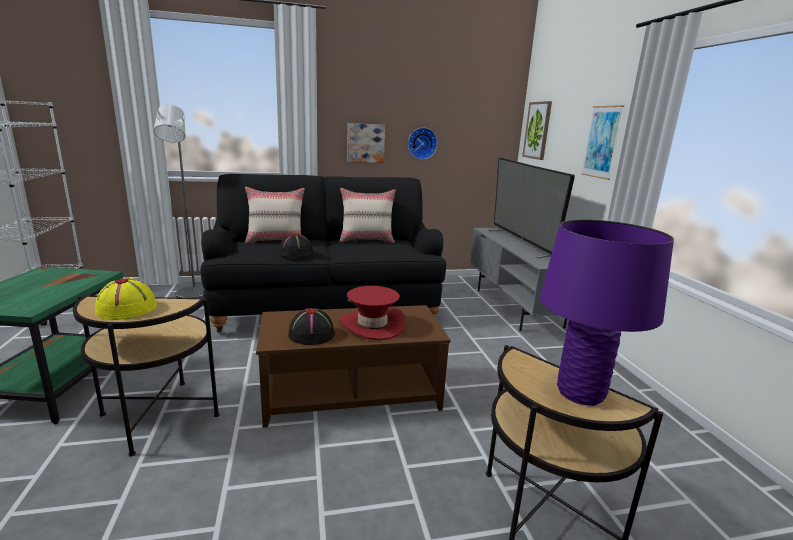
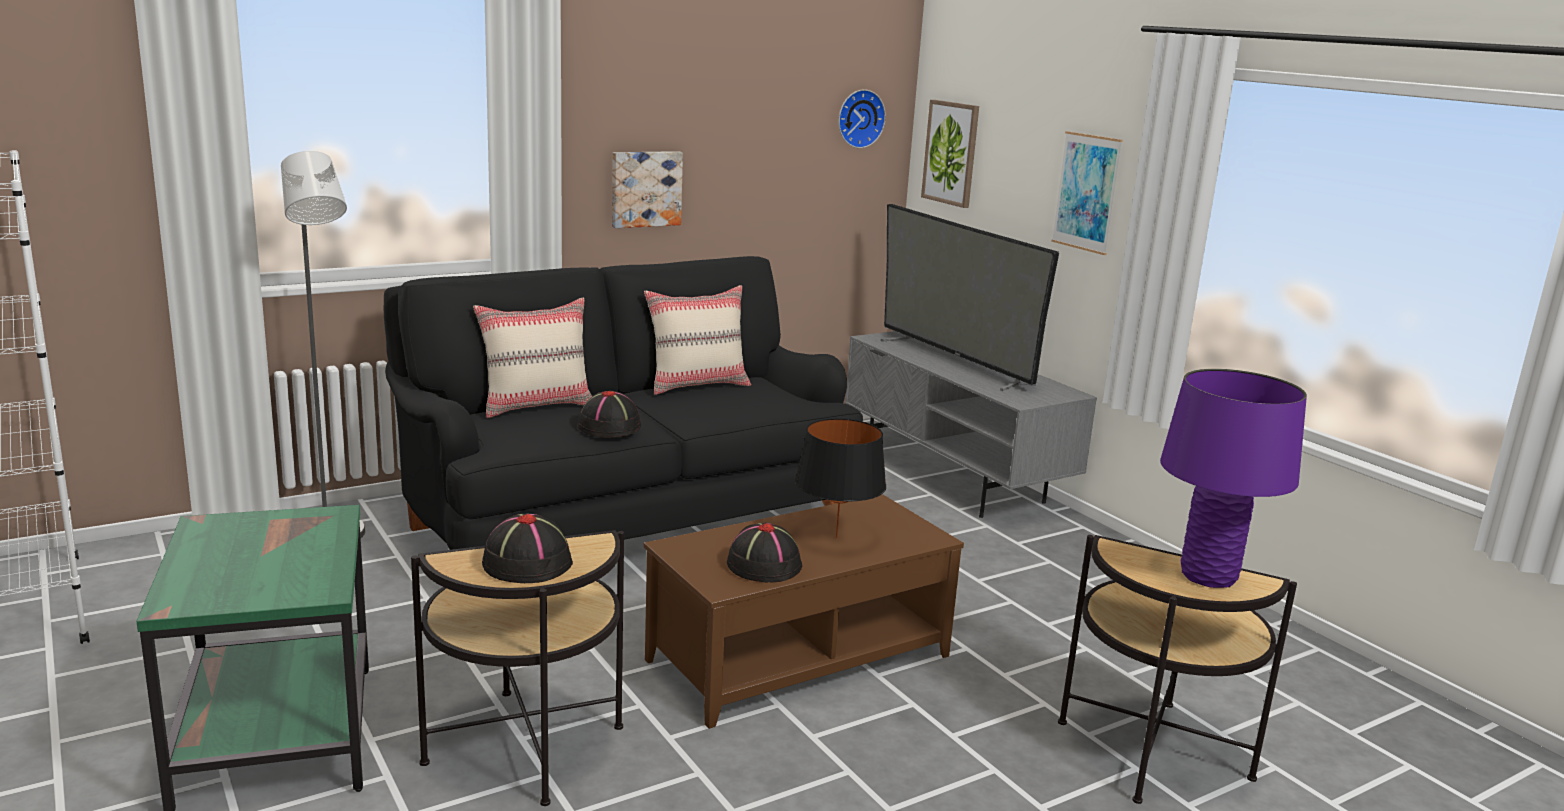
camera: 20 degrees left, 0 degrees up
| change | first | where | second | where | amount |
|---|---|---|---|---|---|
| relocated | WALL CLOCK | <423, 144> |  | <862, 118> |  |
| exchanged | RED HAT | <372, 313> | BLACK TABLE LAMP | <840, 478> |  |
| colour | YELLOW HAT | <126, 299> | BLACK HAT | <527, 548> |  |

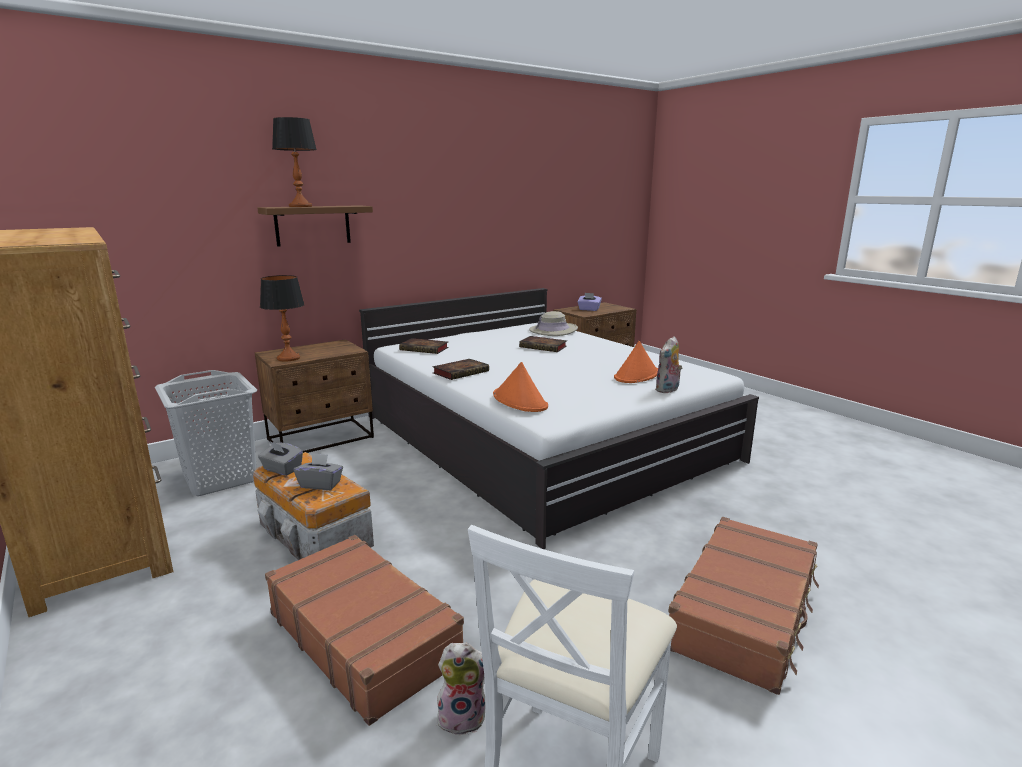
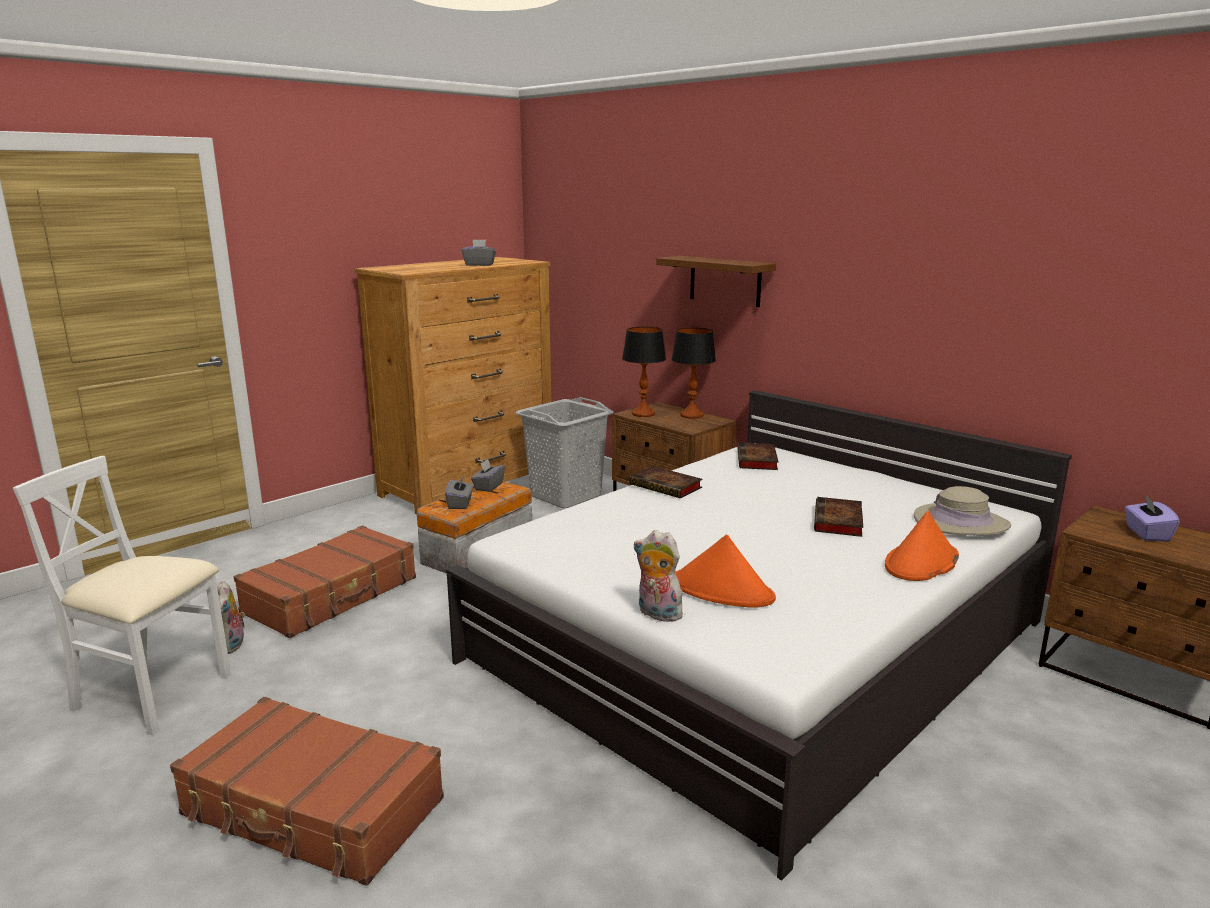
camera: 80 degrees right, 0 degrees up
| change | first | where | second | where | amount |
|---|---|---|---|---|---|
| appeared |  |  | GREY TISSUE BOX | <479, 252> |  |
| relocated | TABLE LAMP | <294, 162> |  | <693, 373> |  |
| relocated | ORANGE HAT | <520, 387> |  | <922, 546> |  |

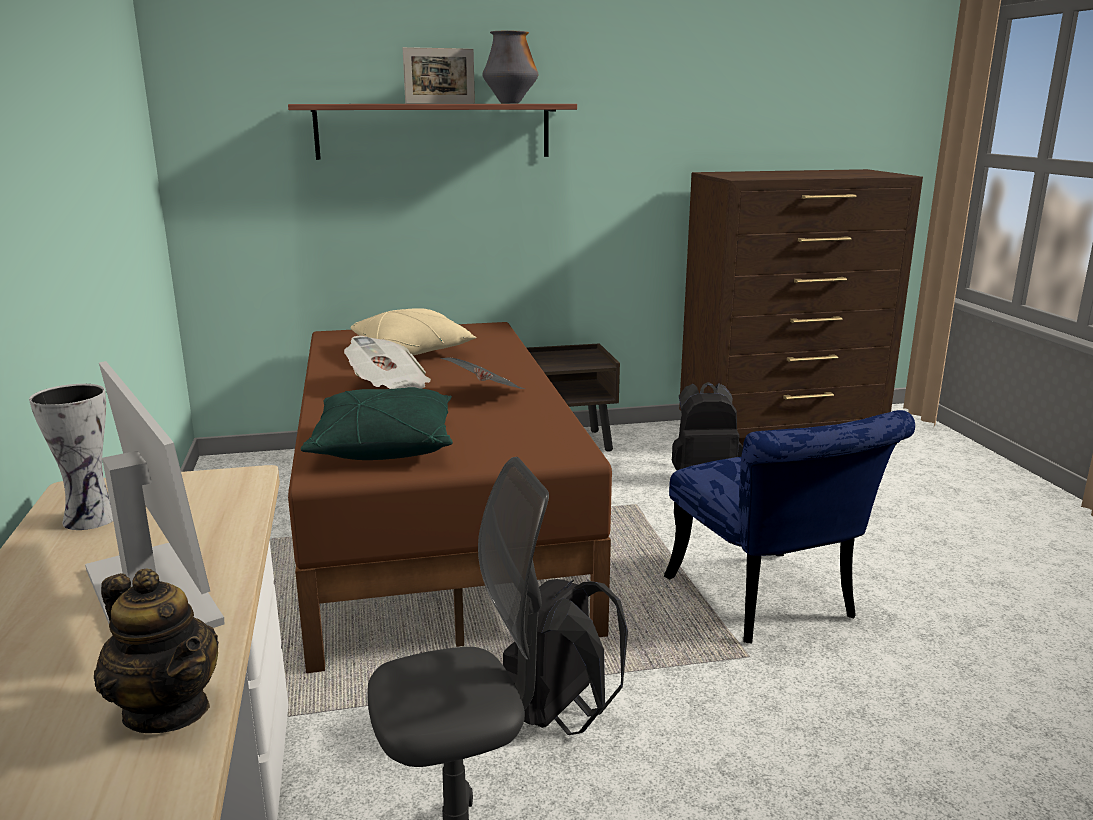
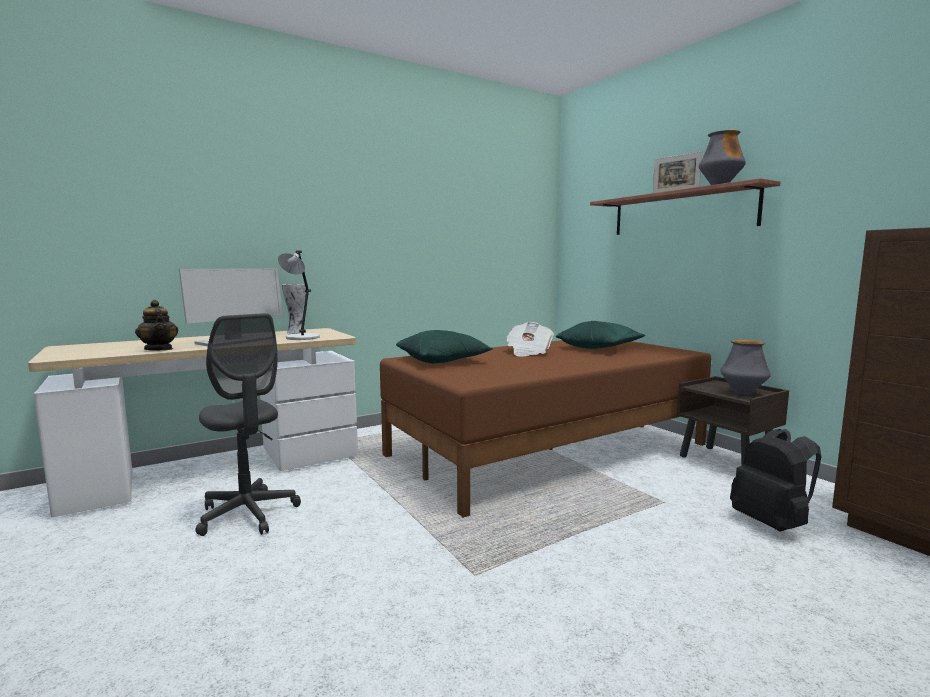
camera: 70 degrees right, 10 degrees down
| change | first | where | second | where | amount |
|---|---|---|---|---|---|
| missing | NEWSPAPER | <483, 373> |  |  |  |
| missing | BLACK BACKPACK | <565, 657> |  |  |  |
| missing | BLUE CHAIR | <789, 527> |  |  |  |
| appeared |  |  | GREY TABLE LAMP | <299, 295> |  |
| appeared |  |  | VASE | <746, 367> |  |
| colour | BEIGE PILLOW | <413, 332> | GREEN PILLOW | <600, 335> |  |
| spun | TEAPOT | <156, 650> |  | <156, 325> | 60 degrees counterclockwise |

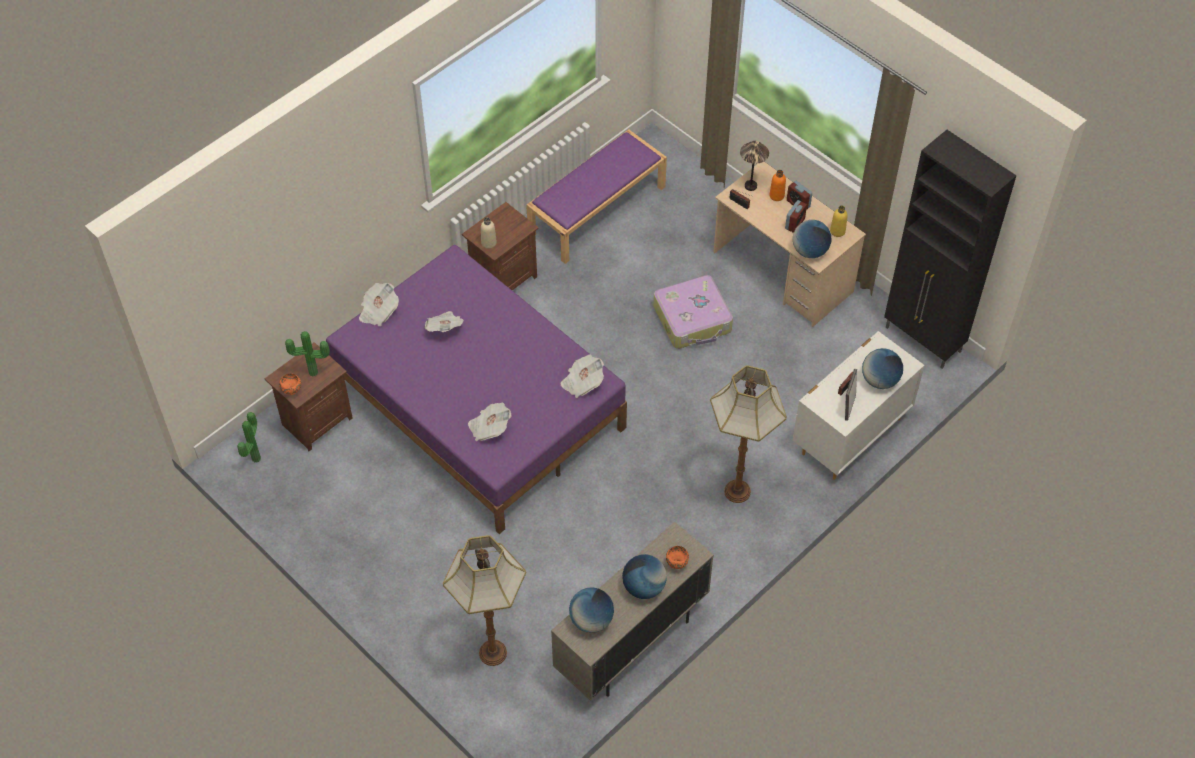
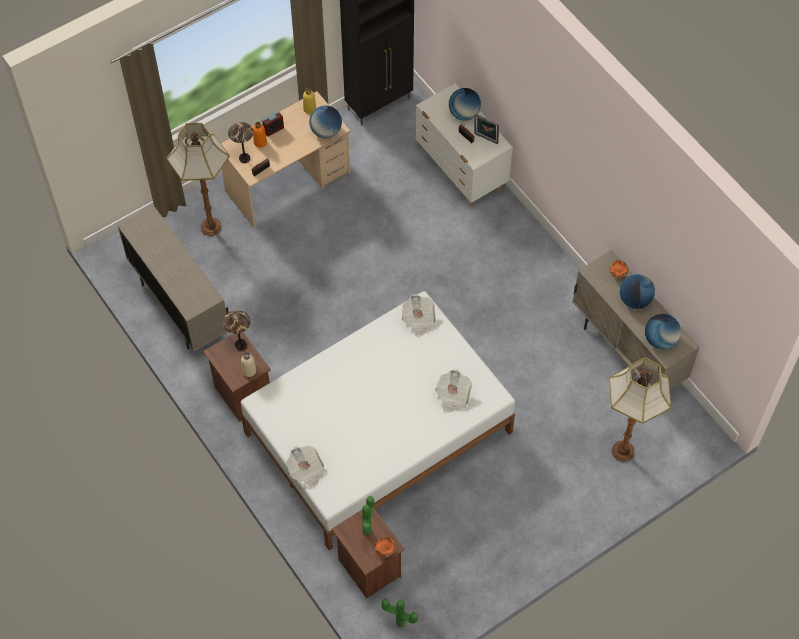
camera: 80 degrees left, 5 degrees up
| change | first | where | second | where | amount |
|---|---|---|---|---|---|
| missing | NEWSPAPER | <444, 321> |  |  |  |
| missing | SUITCASE | <693, 312> |  |  |  |
| missing | ALARM CLOCK | <796, 216> |  |  |  |
| appeared |  |  | TABLE LAMP | <236, 330> |  |
| relocated | FLOOR LAMP | <748, 434> |  | <198, 179> |  |
| exchanged | PURPLE BENCH | <596, 196> | BEIGE CABINET | <173, 278> |  |
| colour | PURPLE BED | <476, 389> | WHITE BED | <378, 421> |  |

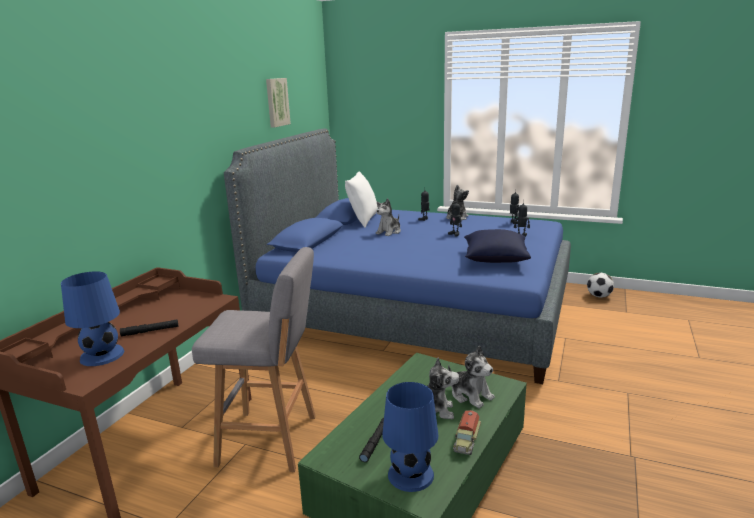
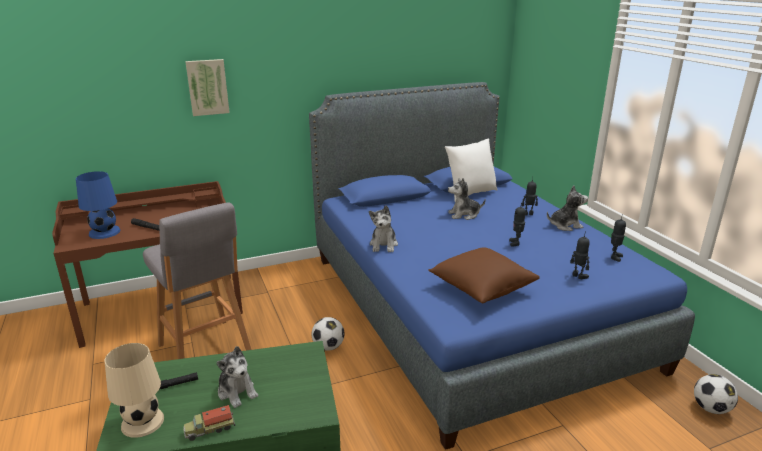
camera: 45 degrees right, 5 degrees up
| change | first | where | second | where | amount |
|---|---|---|---|---|---|
| appeared |  |  | FOOTBALL | <328, 334> |  |
| relocated | PICTURE | <278, 103> |  | <207, 87> |  |
| relocated | PLUSH TOY | <471, 377> |  | <383, 228> |  |
| colour | BLUE TABLE LAMP | <410, 437> | BEIGE TABLE LAMP | <134, 390> |  |
| colour | BLUE PILLOW | <497, 246> | BROWN PILLOW | <484, 275> |  |

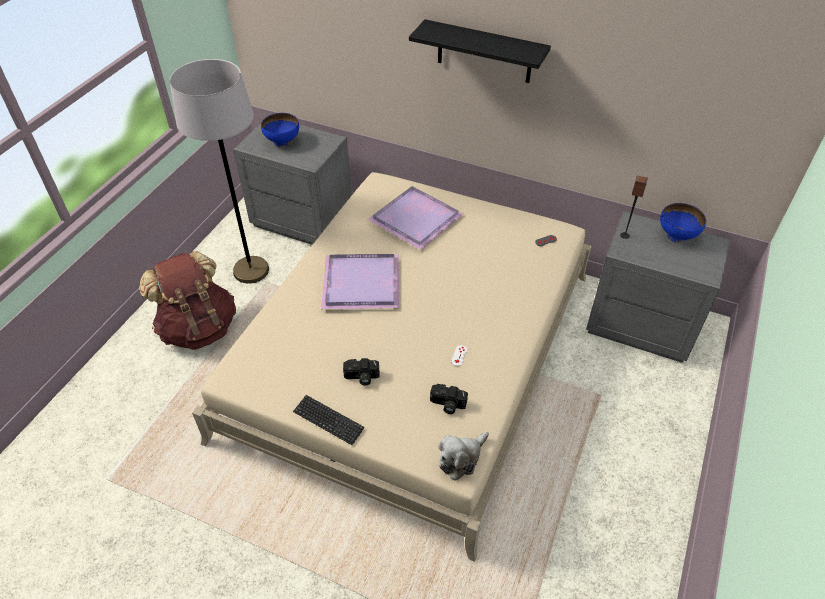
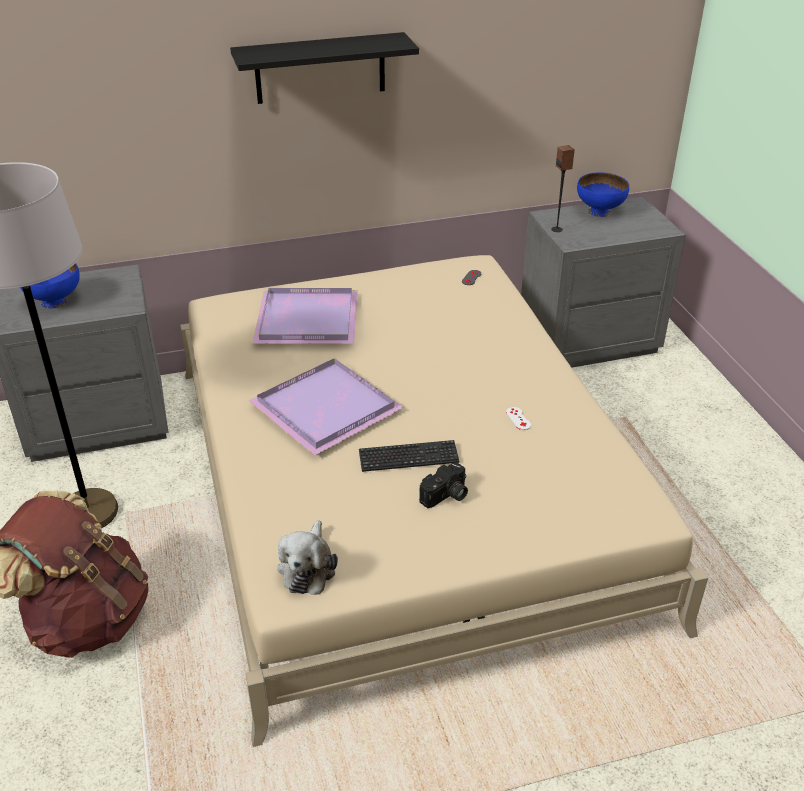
camera: 40 degrees left, 10 degrees down
| change | first | where | second | where | amount |
|---|---|---|---|---|---|
| missing | PHOTO CAMERA | <449, 399> |  |  |  |
| relocated | KEYBOARD | <329, 420> |  | <409, 456> |  |
| relocated | PLUSH TOY | <464, 456> |  | <307, 557> |  |

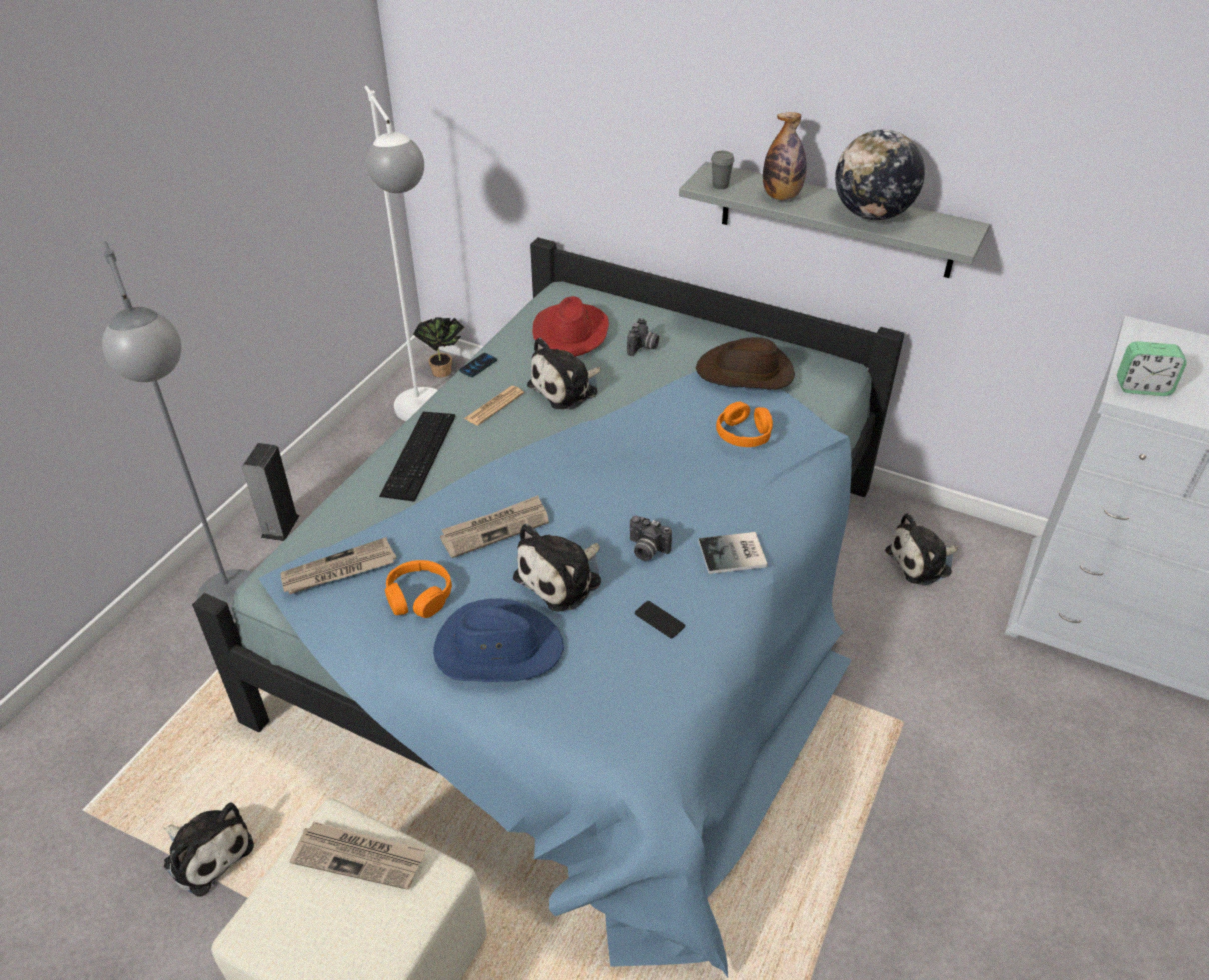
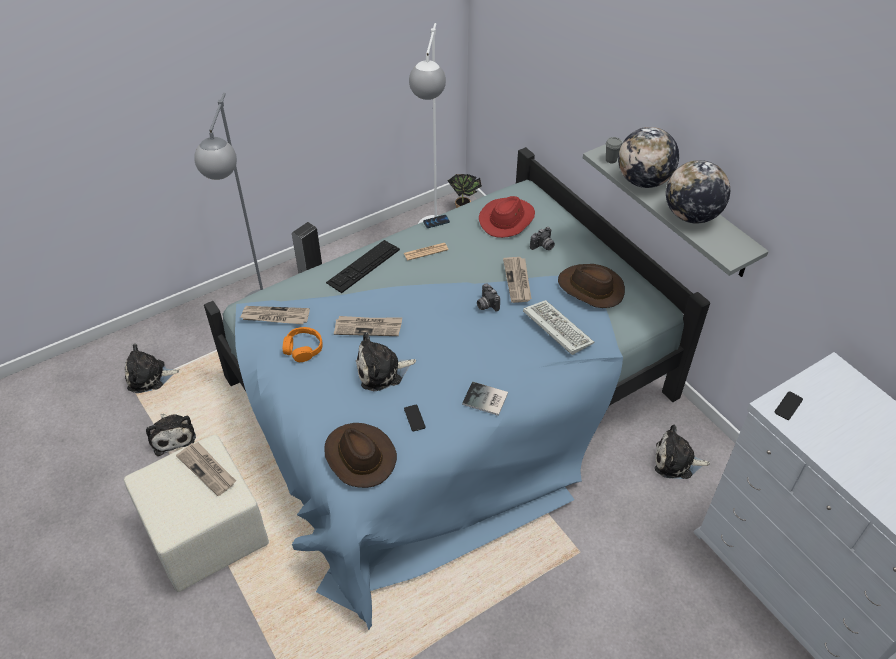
camera: 30 degrees right, 5 degrees up
| change | first | where | second | where | amount |
|---|---|---|---|---|---|
| missing | BLUE HAT | <498, 640> |  |  |  |
| appeared |  |  | BROWN HAT | <360, 455> |  |
| appeared |  |  | NEWSPAPER | <517, 280> |  |
| relocated | PLUSH TOY | <564, 373> |  | <152, 368> |  |
| relocated | PHOTO CAMERA | <651, 538> |  | <488, 297> |  |
| exchanged | ORANGE HEADPHONES | <744, 424> | KEYBOARD | <558, 327> |  |
| exchanged | BOTTLE | <785, 156> | GLOBE | <648, 157> |  |
| exchanged | ALARM CLOCK | <1152, 368> | PHONE | <789, 405> |  |

